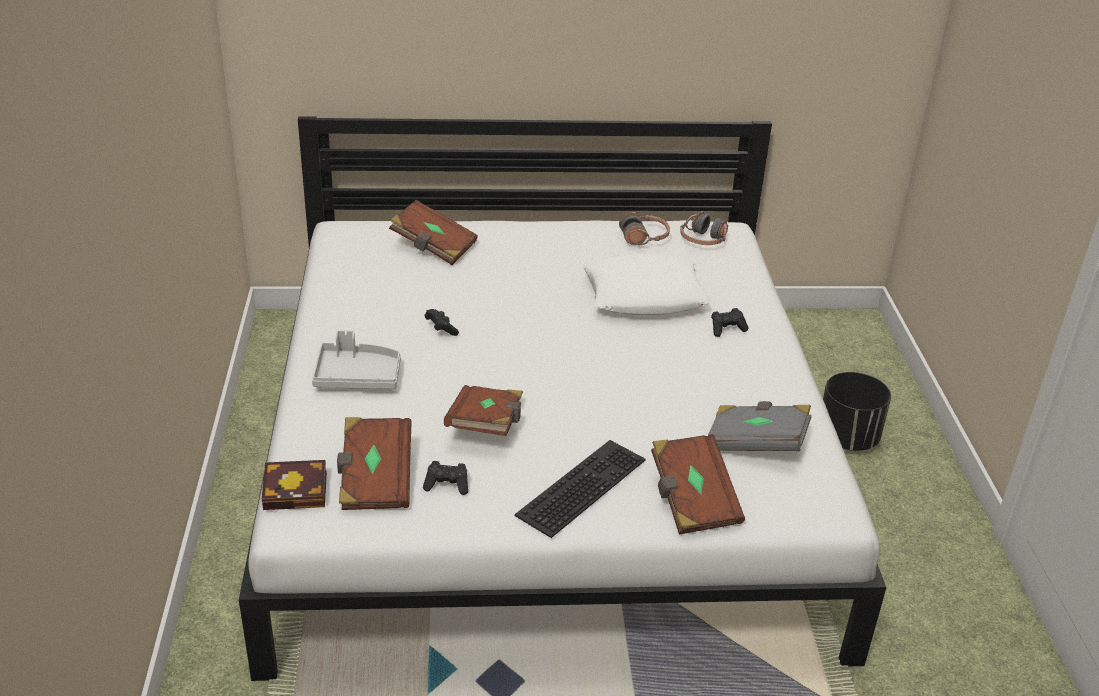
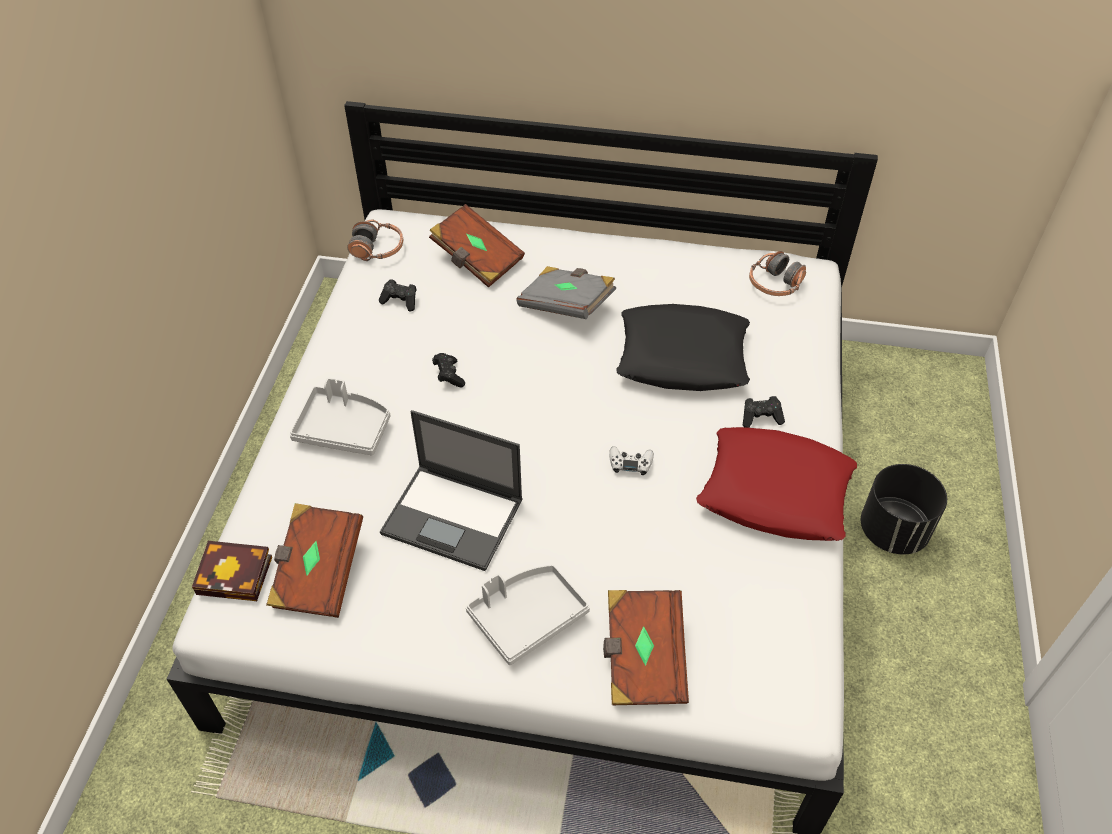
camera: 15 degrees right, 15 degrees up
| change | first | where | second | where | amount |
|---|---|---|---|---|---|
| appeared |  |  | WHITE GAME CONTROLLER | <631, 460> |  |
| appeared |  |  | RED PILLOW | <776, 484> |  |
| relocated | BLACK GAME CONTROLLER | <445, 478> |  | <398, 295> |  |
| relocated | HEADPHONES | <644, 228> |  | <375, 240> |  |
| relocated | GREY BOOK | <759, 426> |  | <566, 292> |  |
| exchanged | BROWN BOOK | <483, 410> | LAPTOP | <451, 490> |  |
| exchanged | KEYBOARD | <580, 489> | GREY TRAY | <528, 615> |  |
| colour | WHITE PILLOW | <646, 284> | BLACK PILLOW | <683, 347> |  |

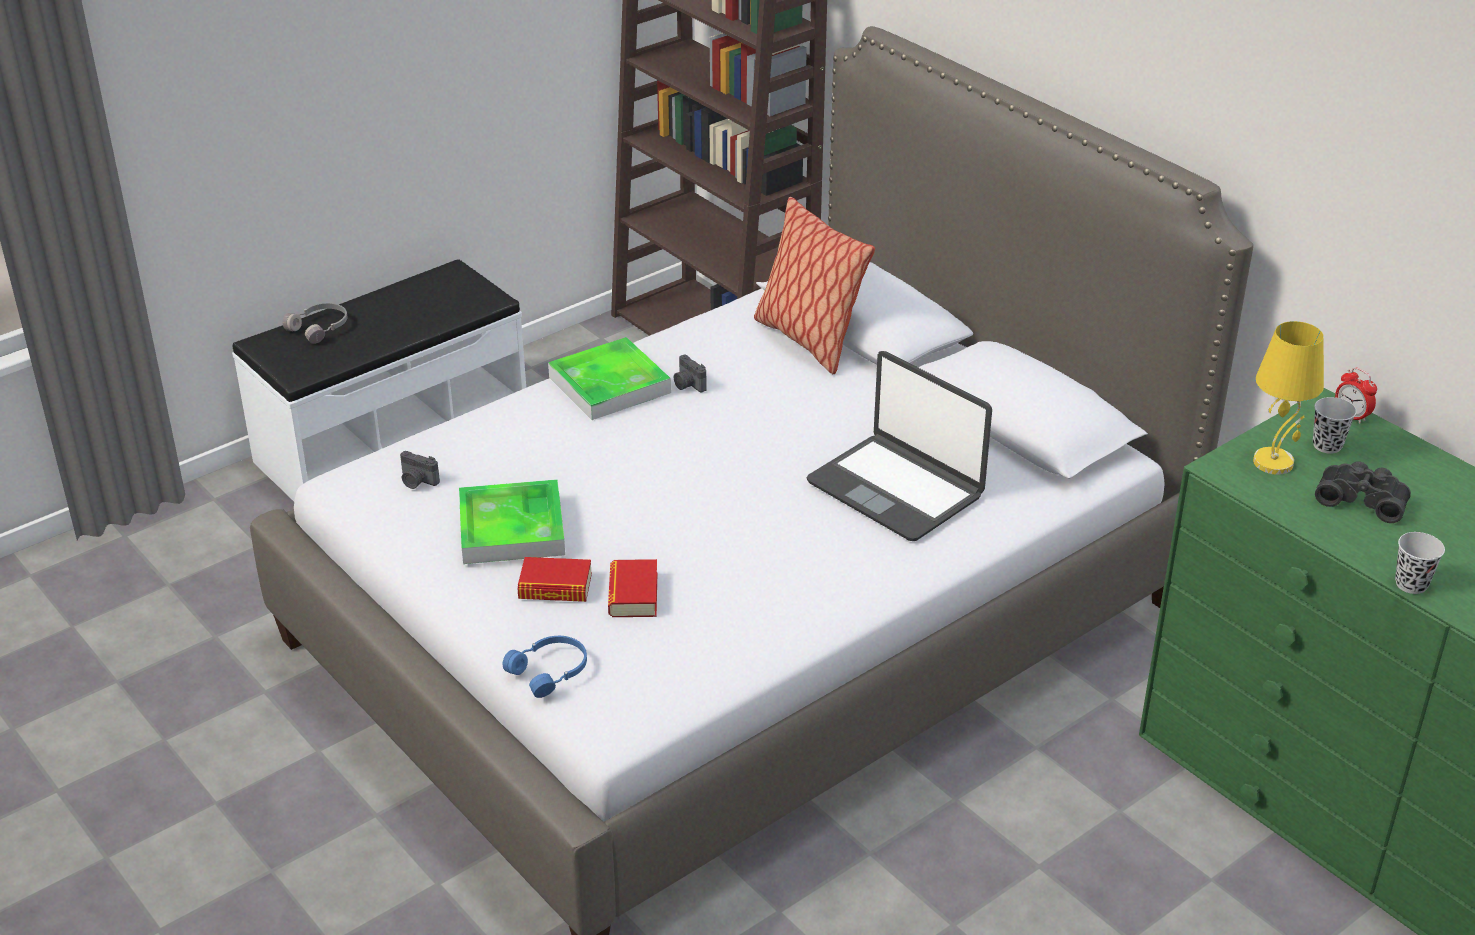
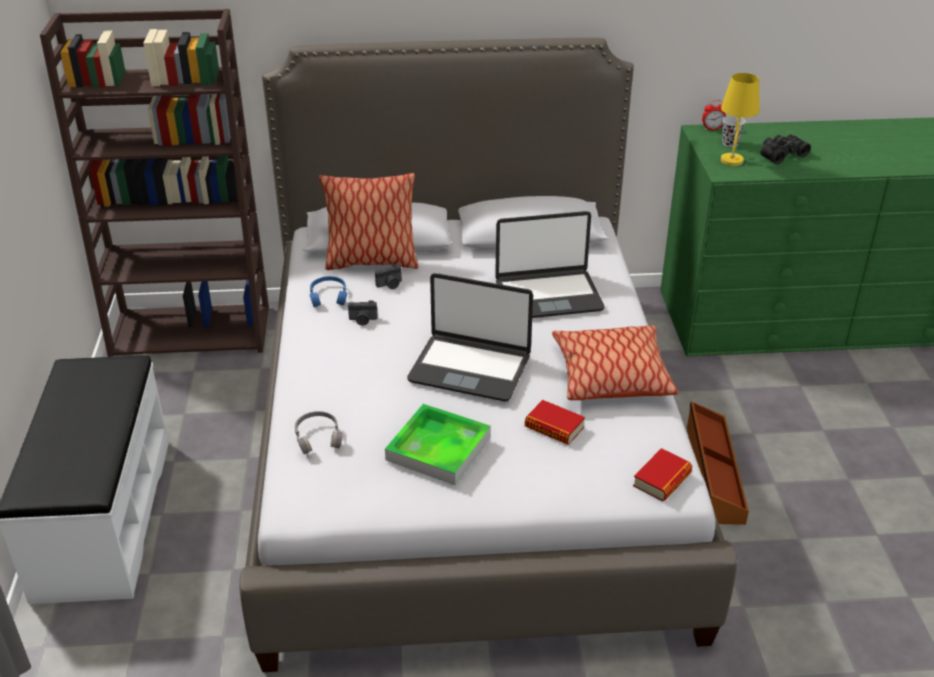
camera: 55 degrees left, 0 degrees up
| change | first | where | second | where | amount |
|---|---|---|---|---|---|
| missing | TRAY | <609, 378> |  |  |  |
| missing | BLACK CUP | <1420, 563> |  |  |  |
| appeared |  |  | LAPTOP | <470, 337> |  |
| appeared |  |  | PILLOW | <615, 363> |  |
| appeared |  |  | BROWN STORAGE BOX | <718, 463> |  |
| relocated | GREY HEADPHONES | <314, 323> |  | <319, 433> |  |
| relocated | PHOTO CAMERA | <420, 470> |  | <388, 276> |  |
| relocated | BLUE HEADPHONES | <545, 667> |  | <328, 291> |  |
| relocated | BOOK | <555, 579> |  | <663, 474> |  |

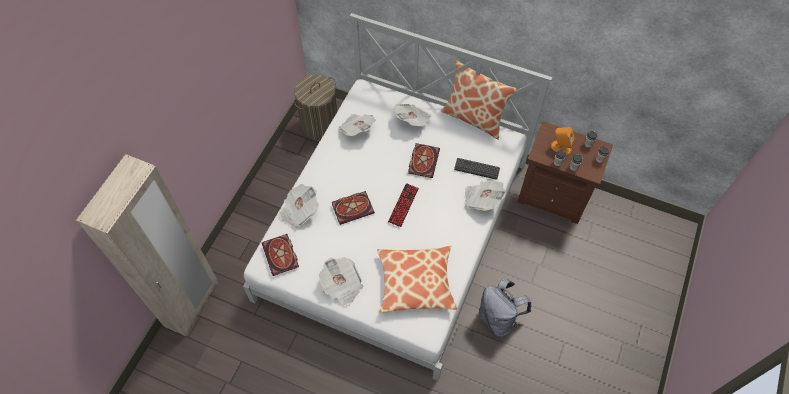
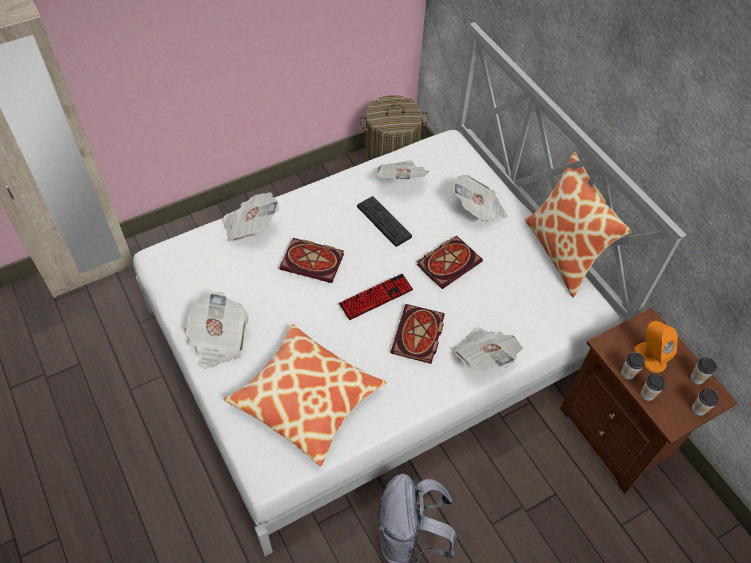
camera: 35 degrees right, 5 degrees down
| change | first | where | second | where | amount |
|---|---|---|---|---|---|
| relocated | BOOK | <280, 255> |  | <418, 334> |  |
| relocated | KEYBOARD | <477, 169> |  | <384, 221> |  |

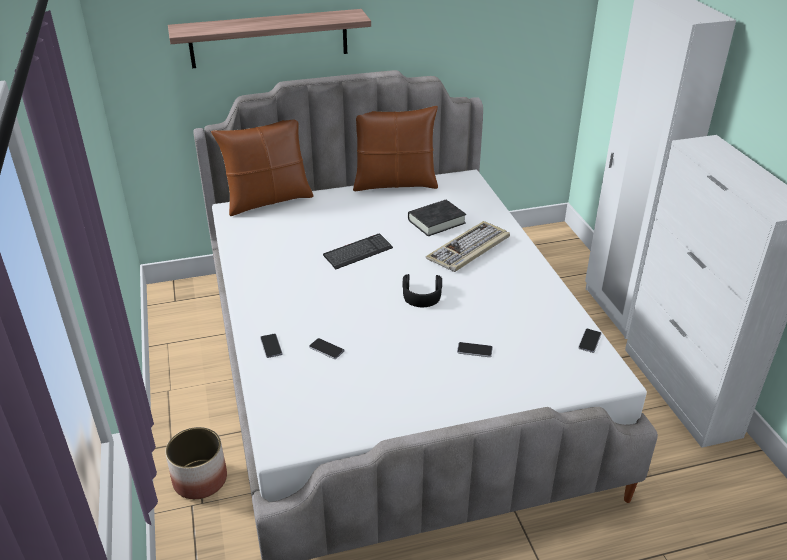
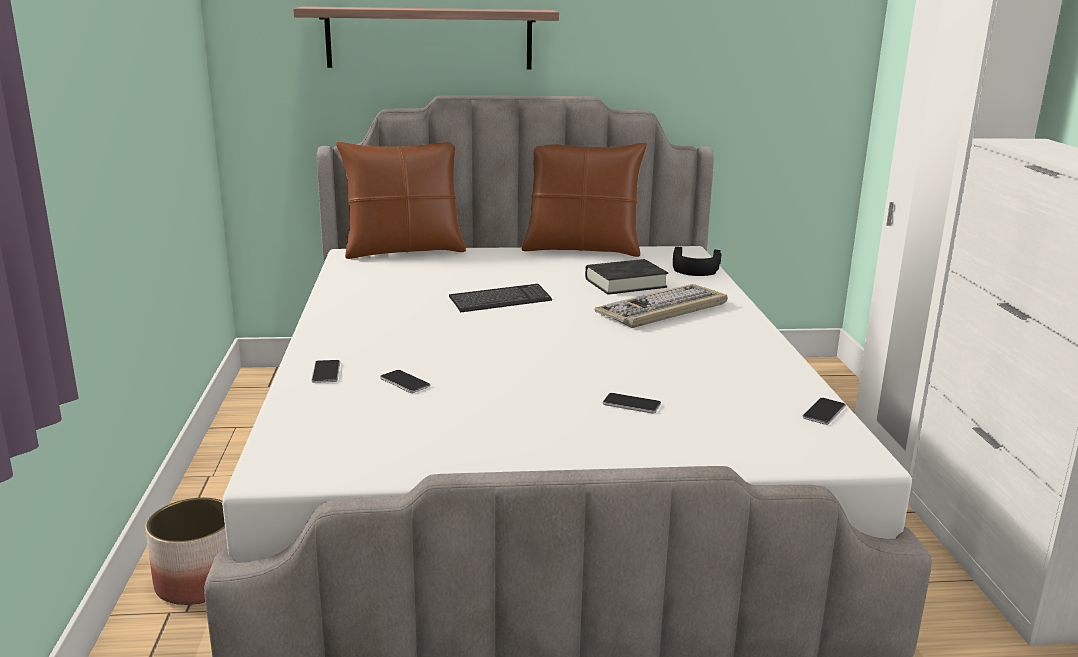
camera: 10 degrees right, 15 degrees down
| change | first | where | second | where | amount |
|---|---|---|---|---|---|
| relocated | BLACK HEADPHONES | <422, 290> |  | <697, 261> |  |

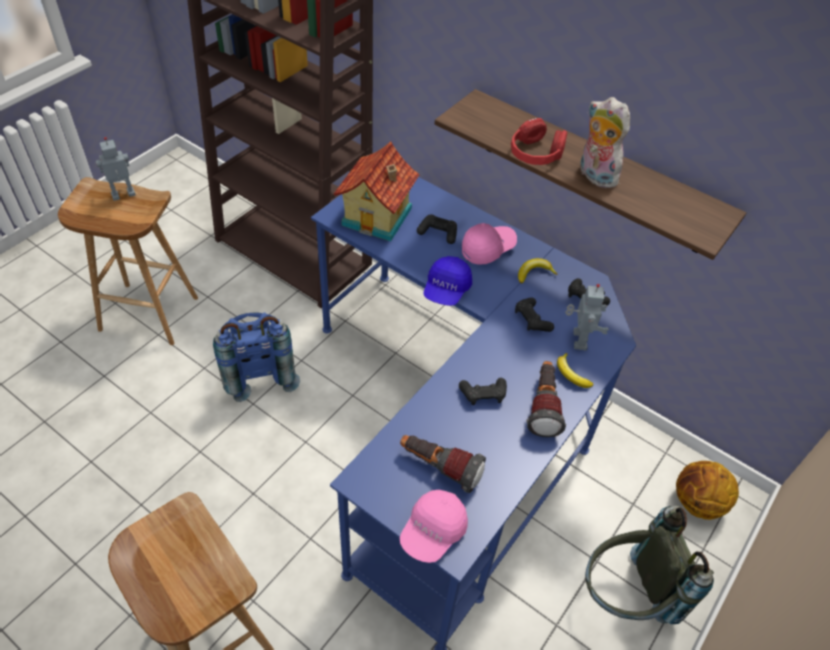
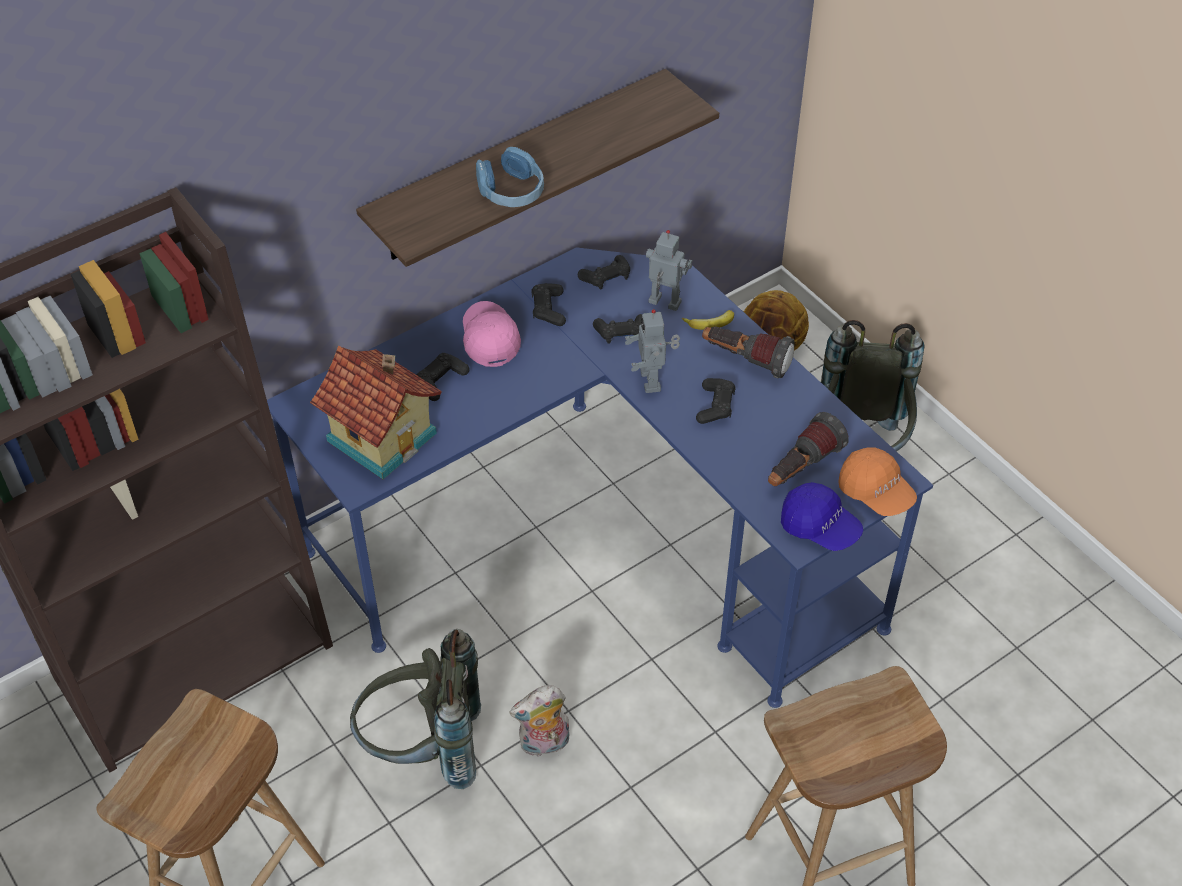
camera: 70 degrees left, 0 degrees up
| change | first | where | second | where | amount |
|---|---|---|---|---|---|
| relocated | TOY ROBOT | <116, 169> |  | <652, 351> |  |
| relocated | BLUE CAP | <447, 281> |  | <822, 516> |  |
| relocated | PLUSH TOY | <604, 142> |  | <539, 721> |  |
| exchanged | BANANA | <537, 270> | BLACK GAME CONTROLLER | <548, 304> |  |
| colour | BLUE BACKPACK | <256, 357> | GREY BACKPACK | <415, 709> |  |
| colour | PINK CAP | <434, 526> | ORANGE CAP | <877, 482> |  |
| colour | RED HEADPHONES | <539, 141> | BLUE HEADPHONES | <510, 177> |  |

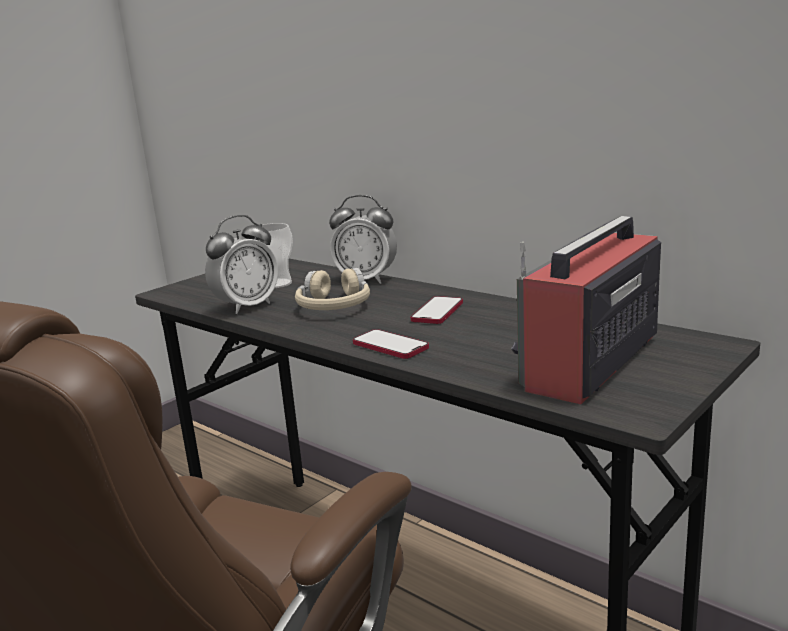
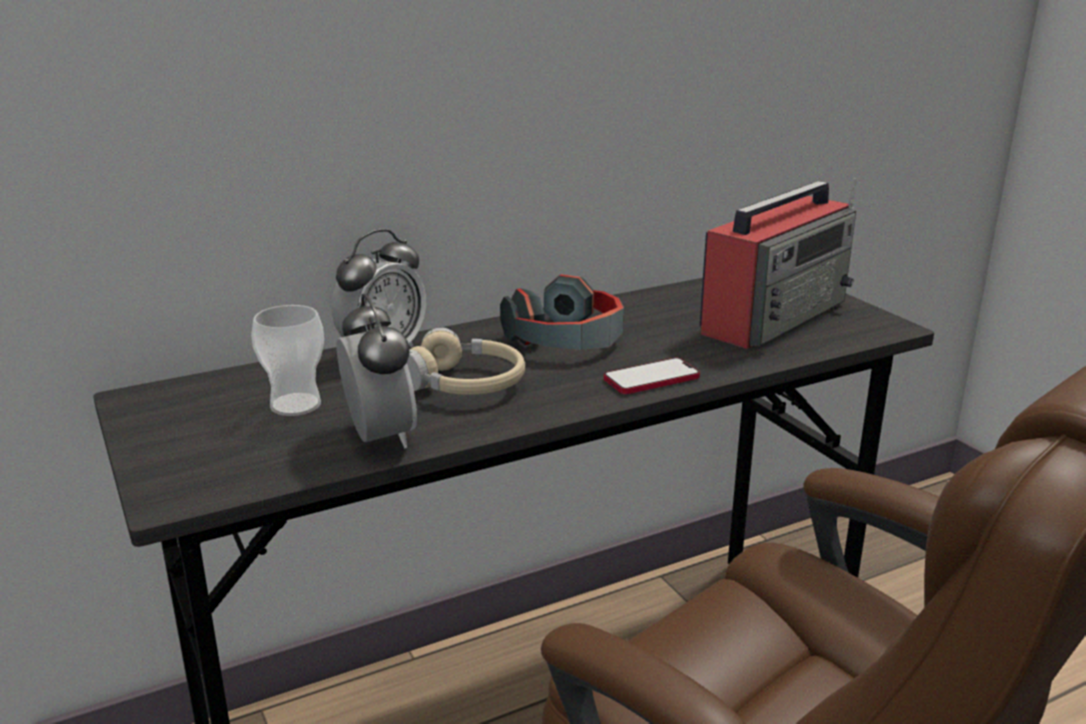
camera: 70 degrees left, 5 degrees up
| change | first | where | second | where | amount |
|---|---|---|---|---|---|
| exchanged | PHONE | <437, 310> | HEADPHONES | <562, 312> |  |
| spun | RADIO | <586, 310> |  | <778, 263> | 105 degrees counterclockwise |

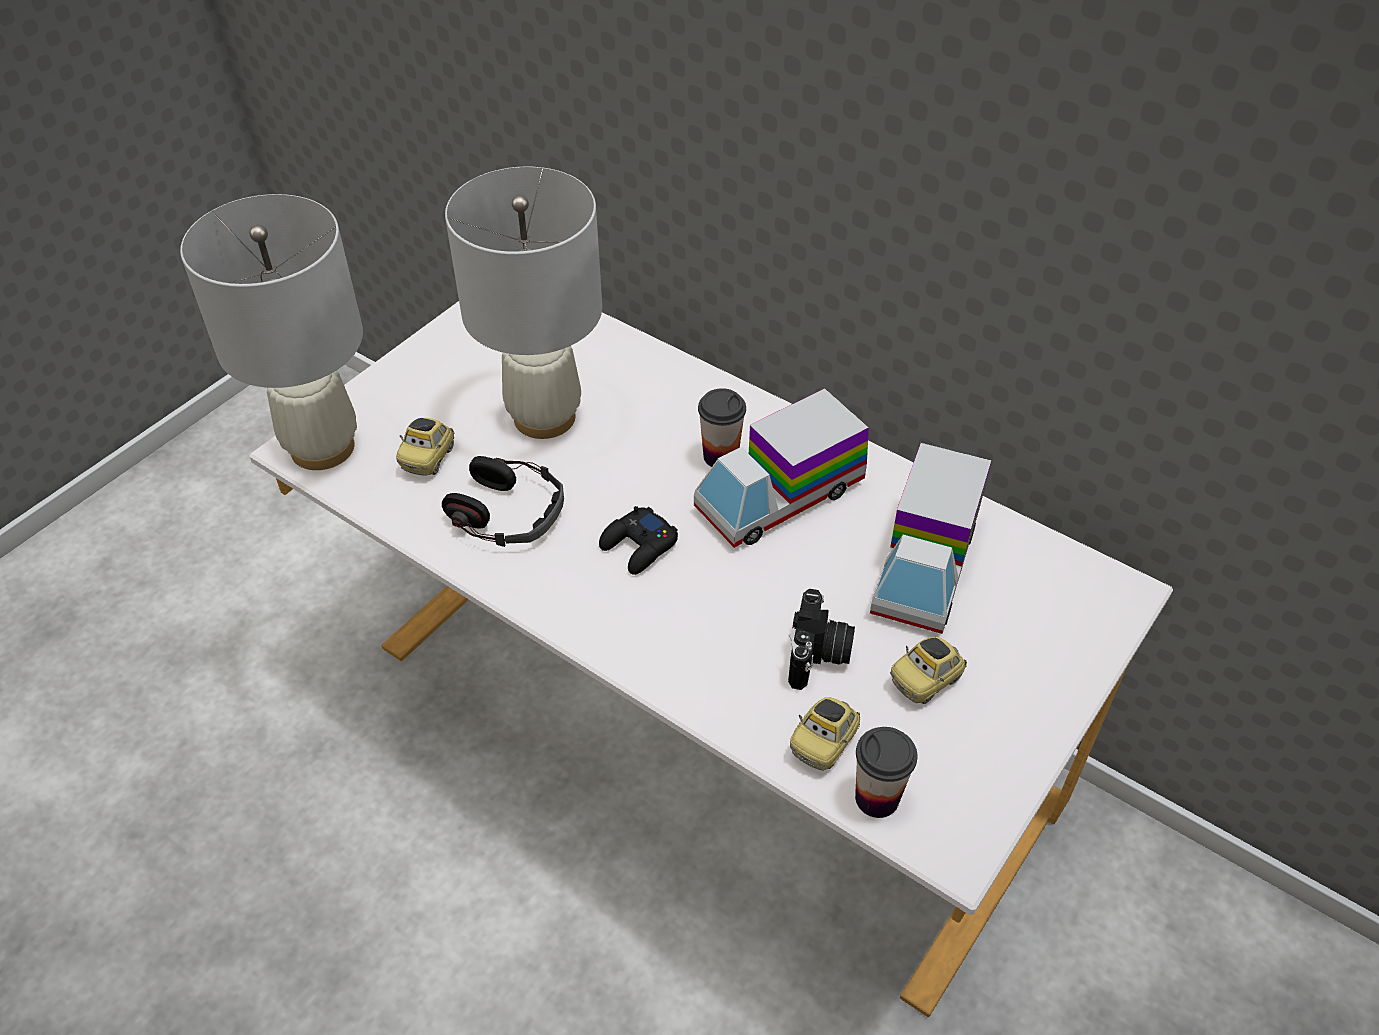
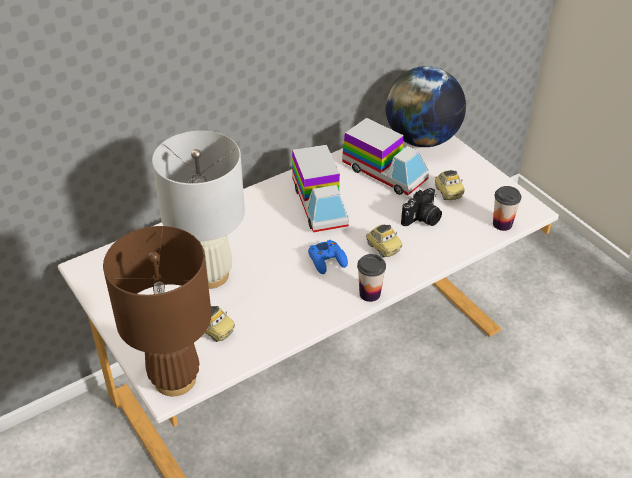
camera: 70 degrees left, 5 degrees down
| change | first | where | second | where | amount |
|---|---|---|---|---|---|
| missing | HEADPHONES | <503, 501> |  |  |  |
| appeared |  |  | GLOBE | <426, 106> |  |
| relocated | CUP | <722, 427> |  | <371, 278> |  |
| relocated | TOY CAR | <825, 734> |  | <384, 241> |  |
| colour | WHITE TABLE LAMP | <271, 332> | BROWN TABLE LAMP | <157, 311> |  |
| colour | BLACK GAME CONTROLLER | <638, 540> | BLUE GAME CONTROLLER | <328, 257> |  |
| spun | PHOTO CAMERA | <821, 639> |  | <421, 207> | 105 degrees clockwise |

